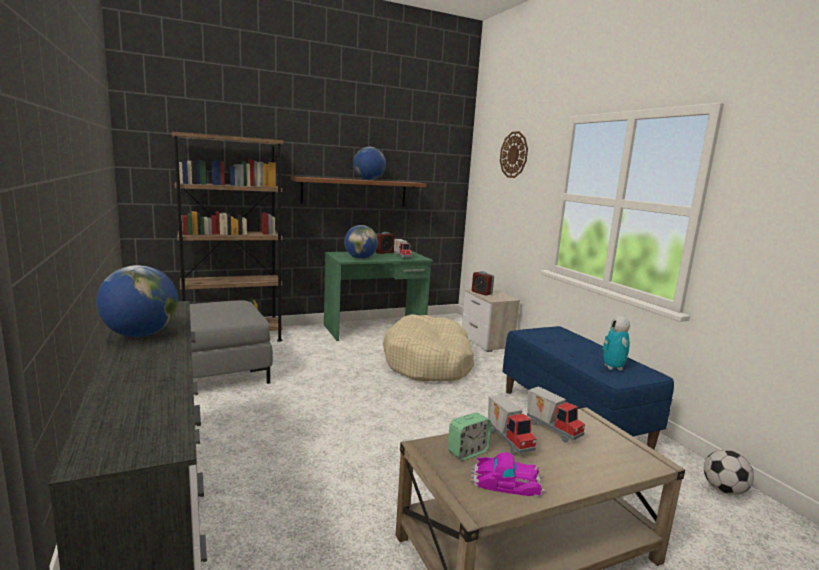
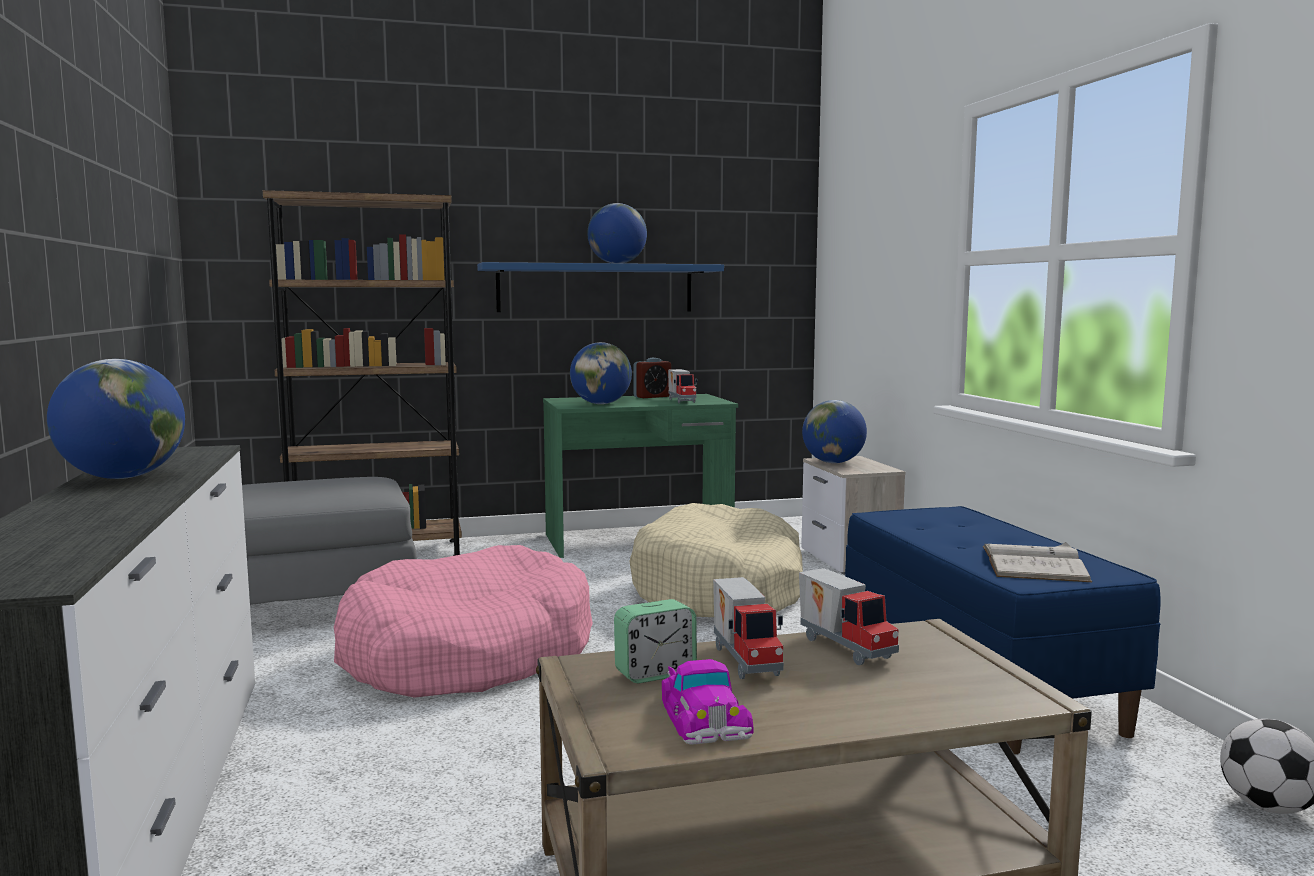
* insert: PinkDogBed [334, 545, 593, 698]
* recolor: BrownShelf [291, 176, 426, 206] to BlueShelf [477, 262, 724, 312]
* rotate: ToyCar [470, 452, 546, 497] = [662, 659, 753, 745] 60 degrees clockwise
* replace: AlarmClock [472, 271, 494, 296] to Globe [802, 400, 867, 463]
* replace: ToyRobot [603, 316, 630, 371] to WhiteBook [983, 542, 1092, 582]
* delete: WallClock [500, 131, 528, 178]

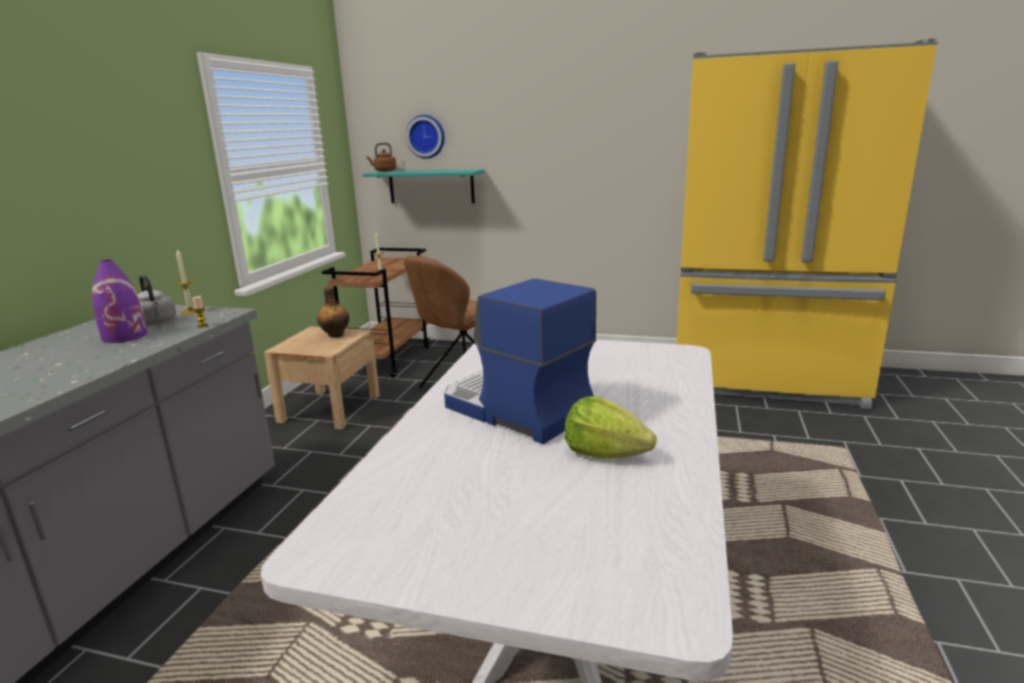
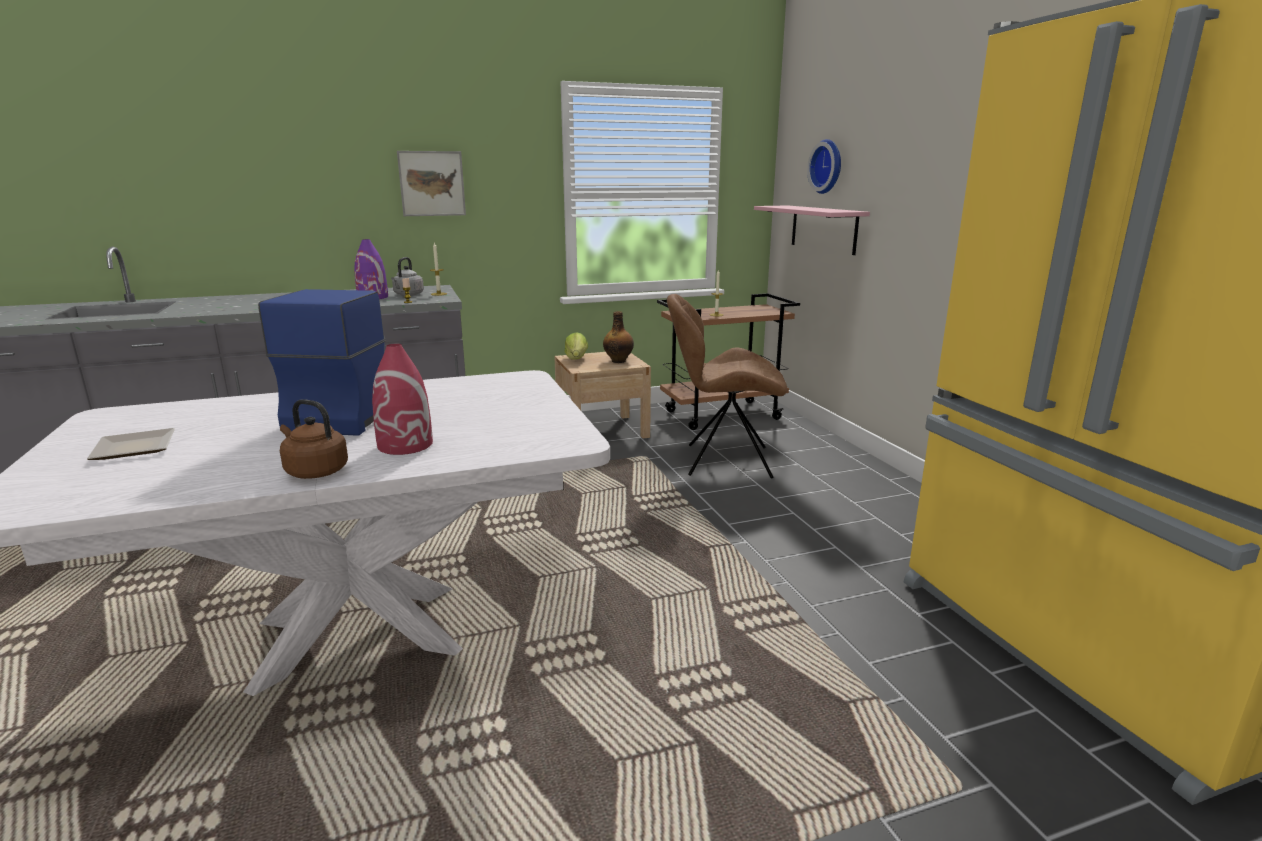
* insert: Plate [87, 428, 175, 460]
* move: BrownKettle [367, 143, 396, 172] to [280, 399, 348, 479]
* insert: RedVase [372, 344, 433, 455]
* insert: Picture [397, 151, 466, 216]
* move: Lettuce [564, 396, 657, 459] to [564, 332, 588, 360]
* recolor: TurquoiseShelf [362, 169, 485, 203] to PinkShelf [754, 205, 870, 255]

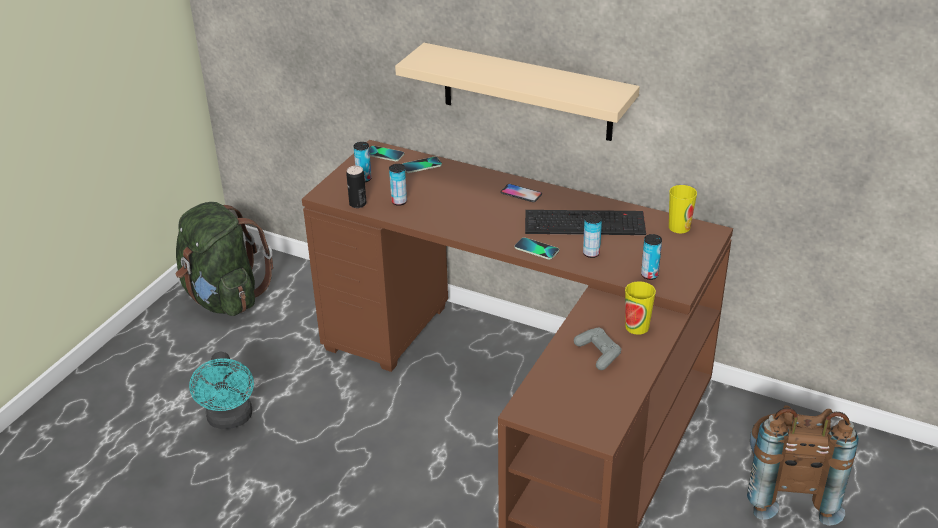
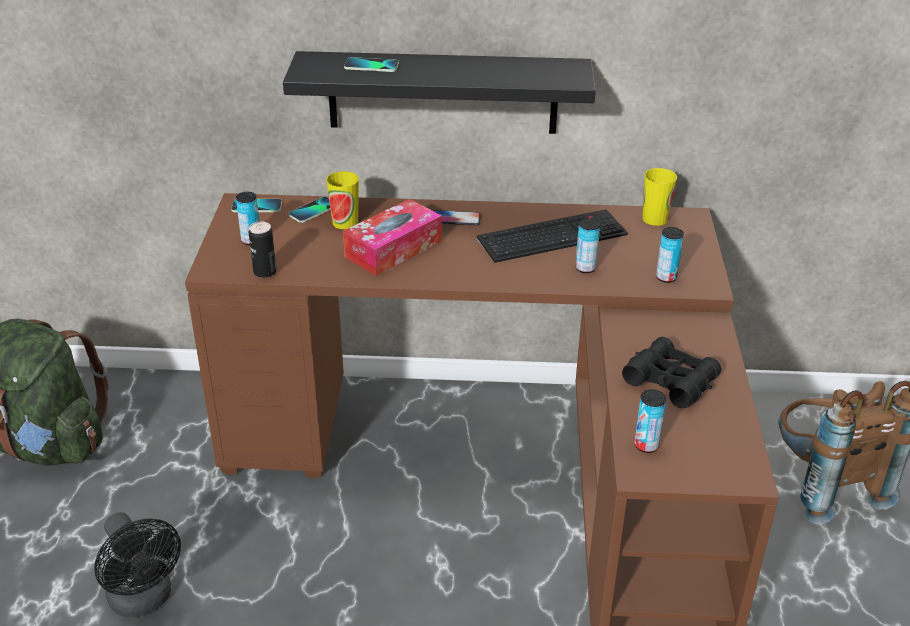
* recolor: TurquoiseFan [189, 352, 254, 429] to BlackFan [94, 512, 181, 617]
* recolor: BeigeShelf [395, 43, 640, 141] to BlackShelf [283, 51, 596, 134]
* move: Cup [625, 281, 656, 335] to [326, 171, 359, 229]
* insert: TissueBox [343, 199, 442, 276]
* move: Phone [514, 237, 559, 260] to [344, 57, 399, 72]
* replace: GreyGameController [574, 328, 621, 370] to BlackBinoculars [622, 337, 721, 408]
* move: Can [389, 164, 407, 206] to [634, 389, 667, 453]

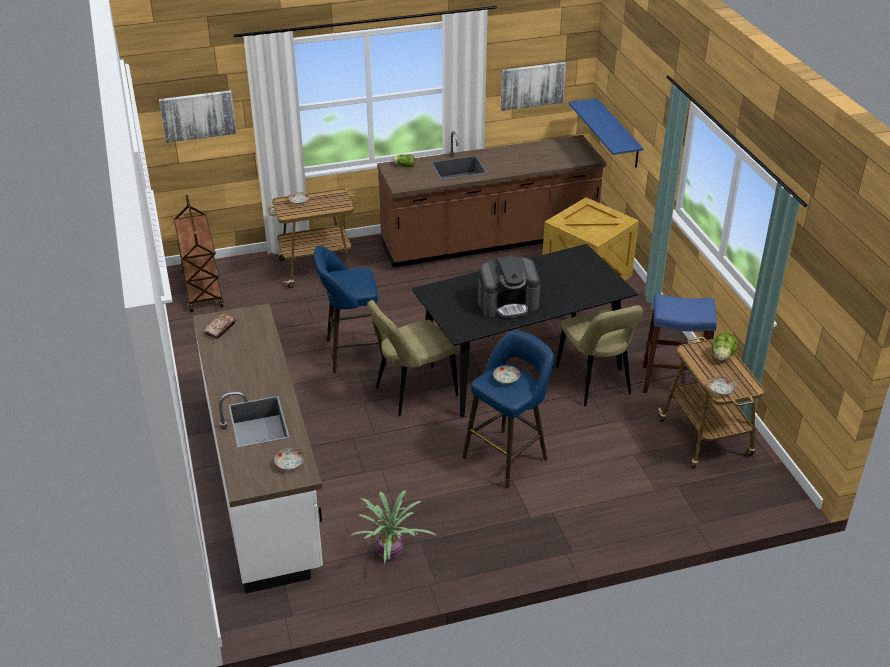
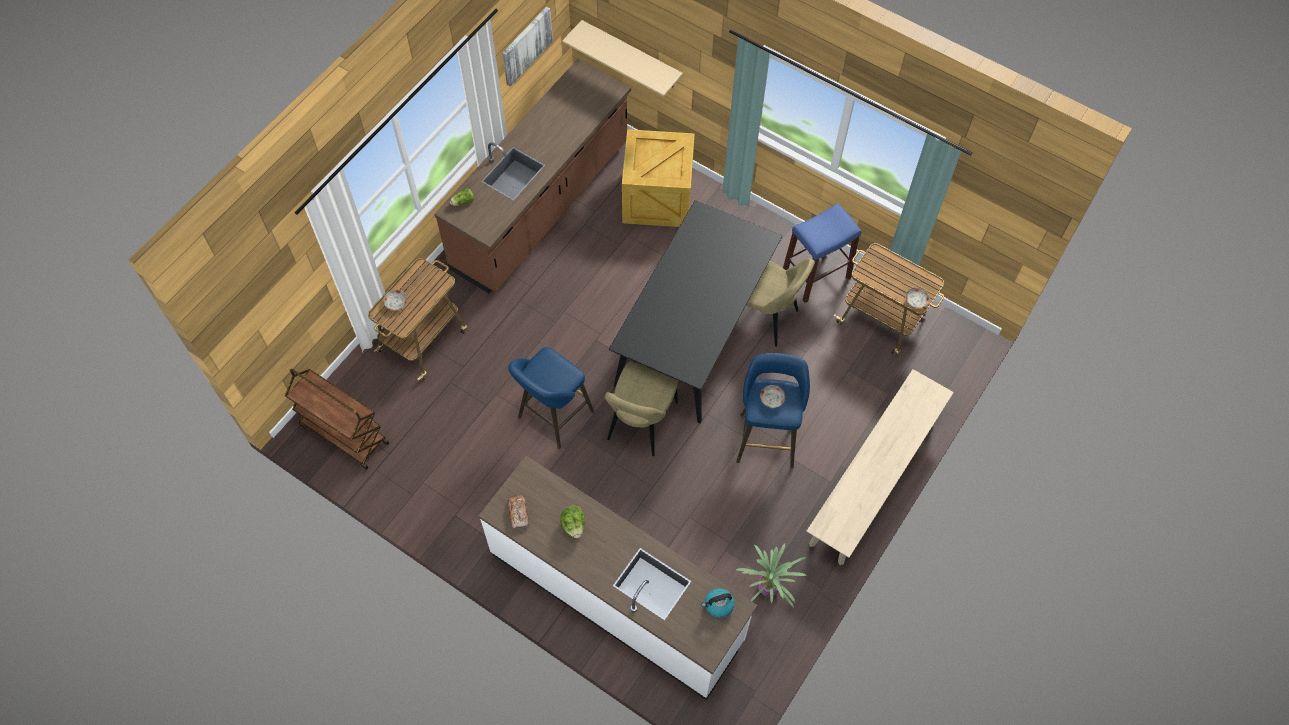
* move: Lettuce [712, 333, 737, 361] to [560, 506, 585, 538]
* recolor: BlueShelf [569, 98, 644, 168] to BeigeShelf [562, 20, 683, 96]
* replace: Plate [274, 448, 305, 470] to Kettle [701, 588, 735, 618]
* insert: BeigeBench [807, 369, 954, 565]
* delete: Picture [159, 90, 237, 143]
* delete: CoffeeMachine [478, 256, 540, 318]

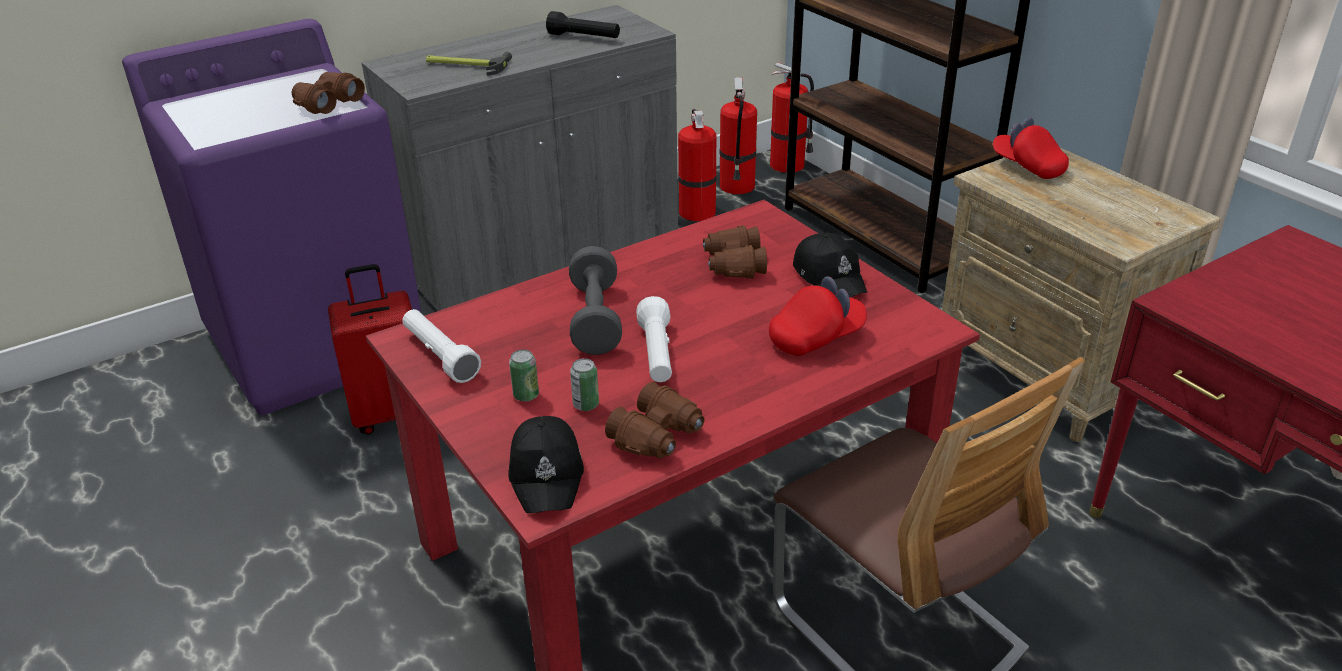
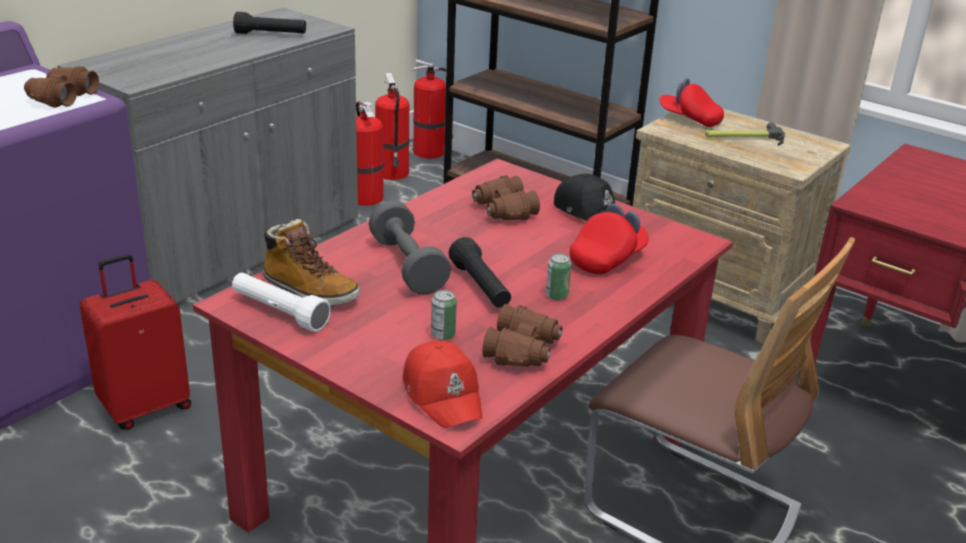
* insert: Boot [263, 219, 360, 306]
* recolor: BlackCap [508, 416, 584, 513] to RedCap [402, 341, 483, 428]
* recolor: WhiteFlashlight [636, 296, 672, 382] to BlackFlashlight [449, 237, 511, 308]
* move: Can [509, 349, 539, 402] to [546, 253, 571, 300]
* move: Hammer [426, 52, 512, 76] to [705, 122, 785, 146]

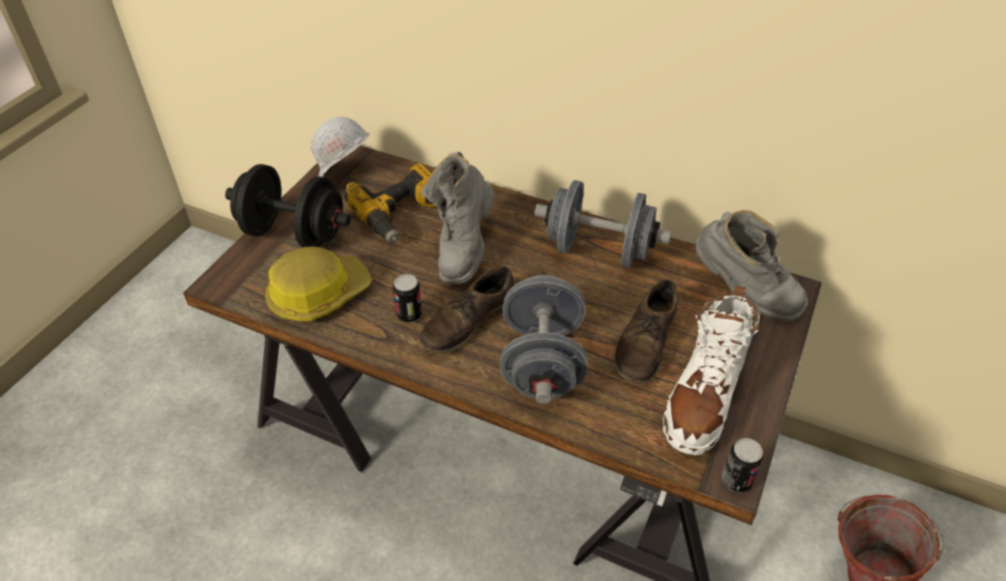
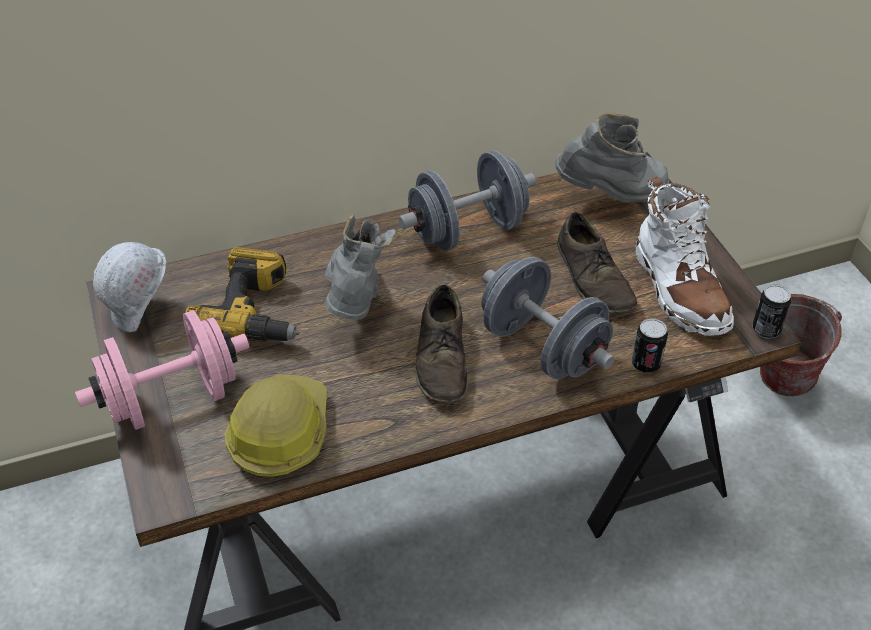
* recolor: BlackDumbbell [225, 164, 351, 247] to PinkDumbbell [75, 310, 249, 430]
* rotate: GreyBoot [421, 152, 494, 284] = [325, 215, 396, 320] 150 degrees counterclockwise
* move: Can [393, 274, 422, 323] to [632, 318, 668, 373]

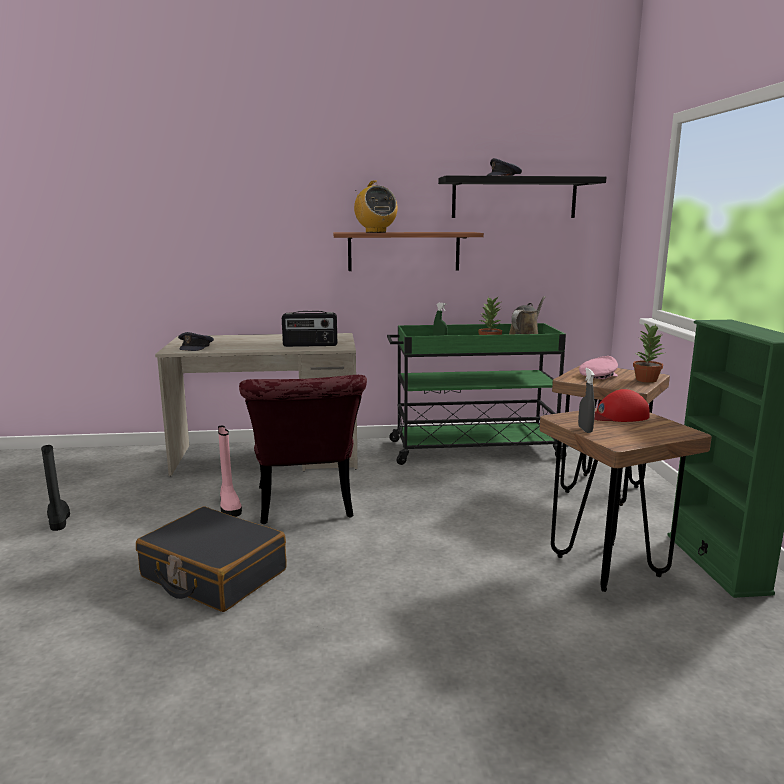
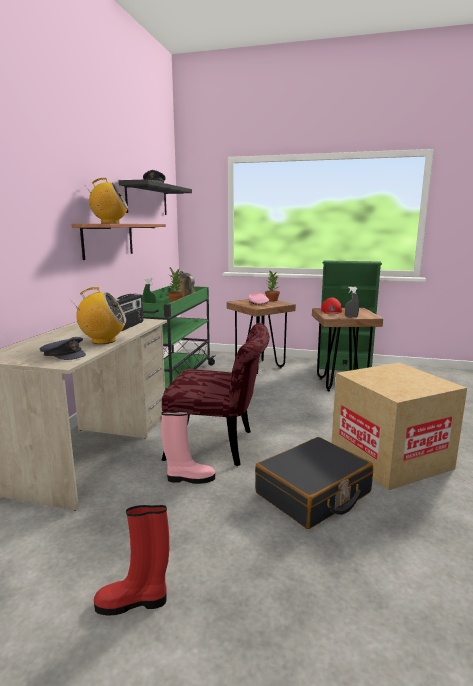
* insert: Radio [73, 287, 126, 344]
* recolor: BlackBoot [41, 445, 70, 531] to RedBoot [94, 505, 169, 616]
* insert: CardboardBox [332, 362, 467, 490]

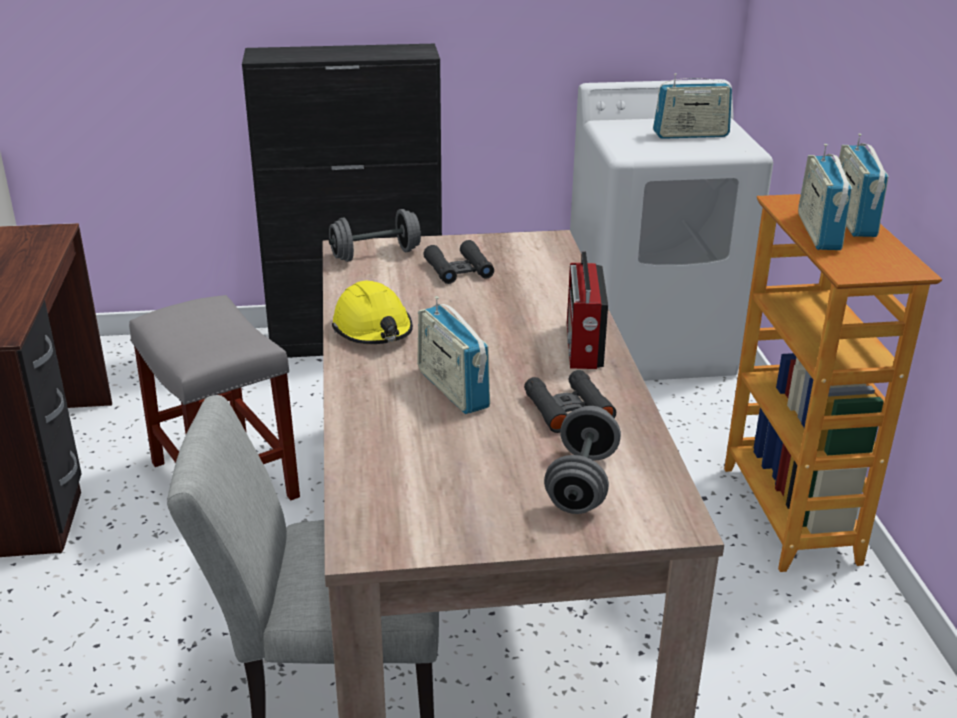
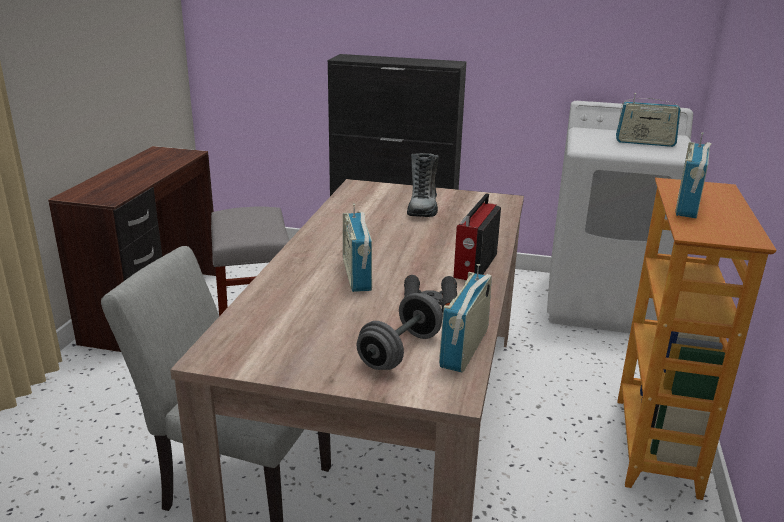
* replace: BlackBinoculars [423, 240, 494, 284] to Boot [407, 153, 439, 217]
* move: Radio [839, 133, 888, 237] to [439, 264, 492, 373]
* delete: GreyDumbbell [329, 209, 421, 262]
* delete: YellowHardHat [332, 280, 413, 344]

